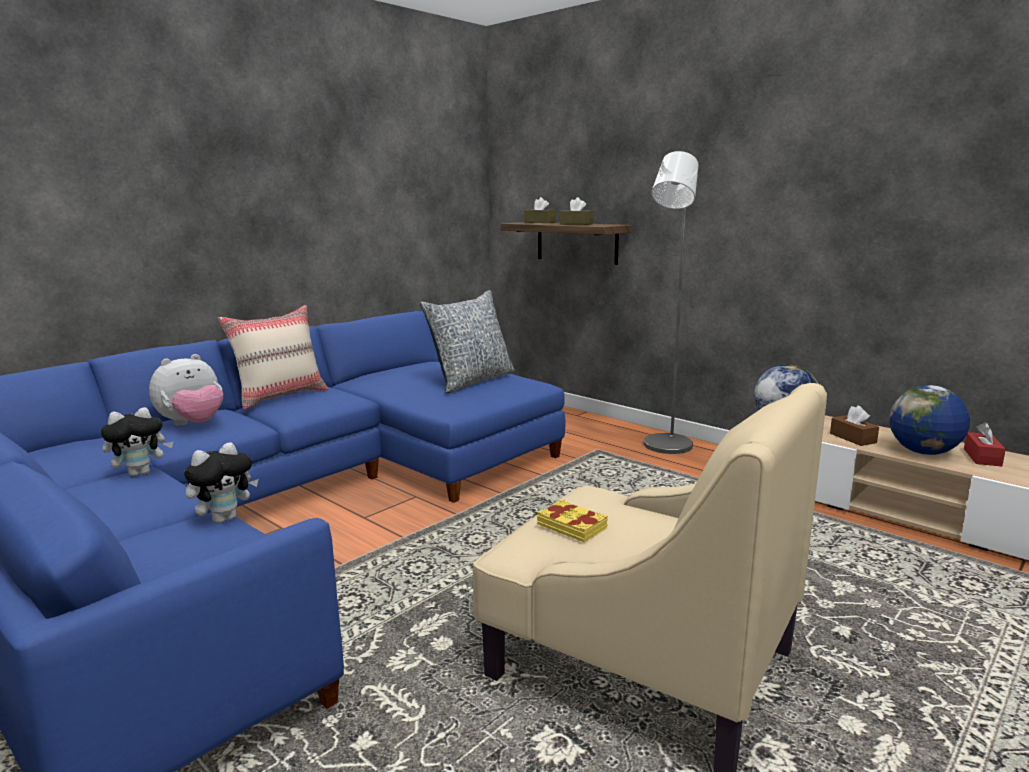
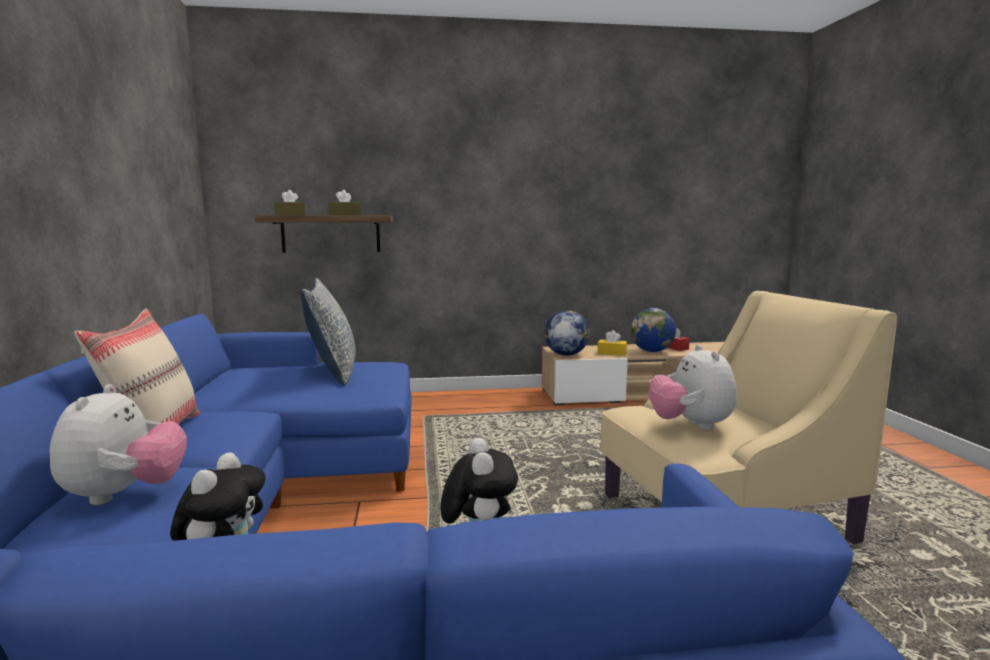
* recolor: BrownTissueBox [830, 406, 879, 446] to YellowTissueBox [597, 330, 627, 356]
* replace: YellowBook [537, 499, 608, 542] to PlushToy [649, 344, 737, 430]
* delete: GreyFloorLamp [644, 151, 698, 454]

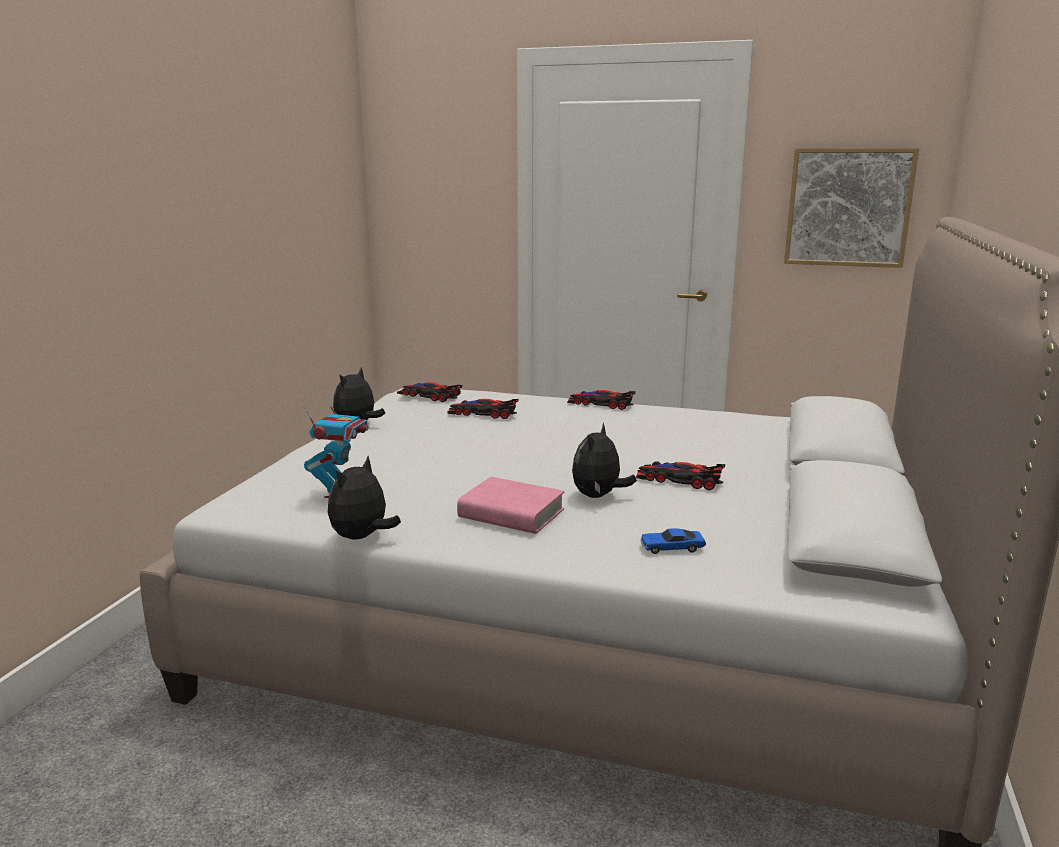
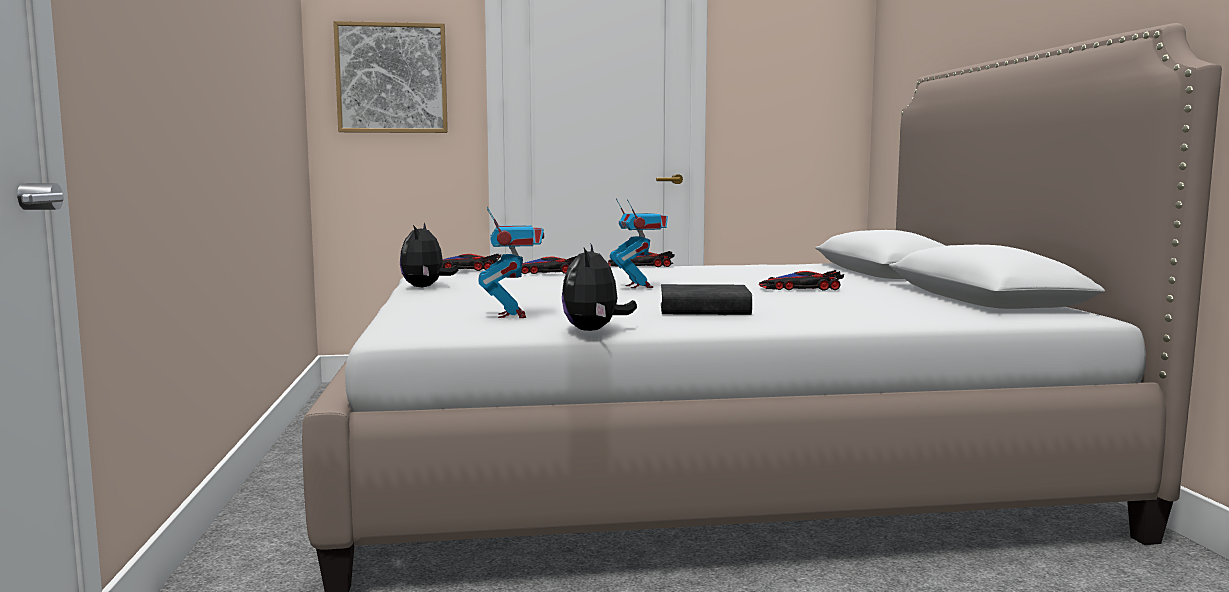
* move: Picture [784, 148, 919, 268] to [333, 21, 448, 133]
* insert: ToyRobot [610, 198, 668, 288]
* recolor: PinkBook [457, 477, 564, 534] to BlackBook [661, 284, 752, 315]
* delete: PlushToy [572, 423, 637, 498]
* delete: ToyCar [641, 528, 706, 554]

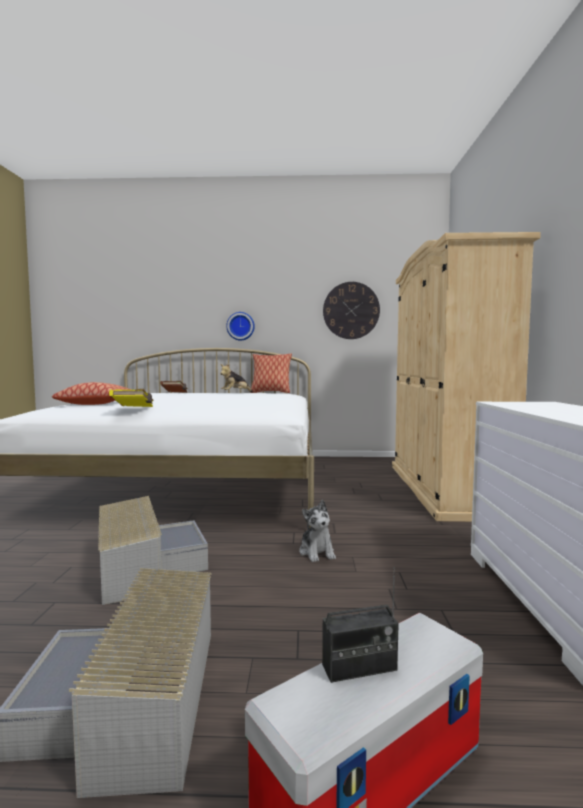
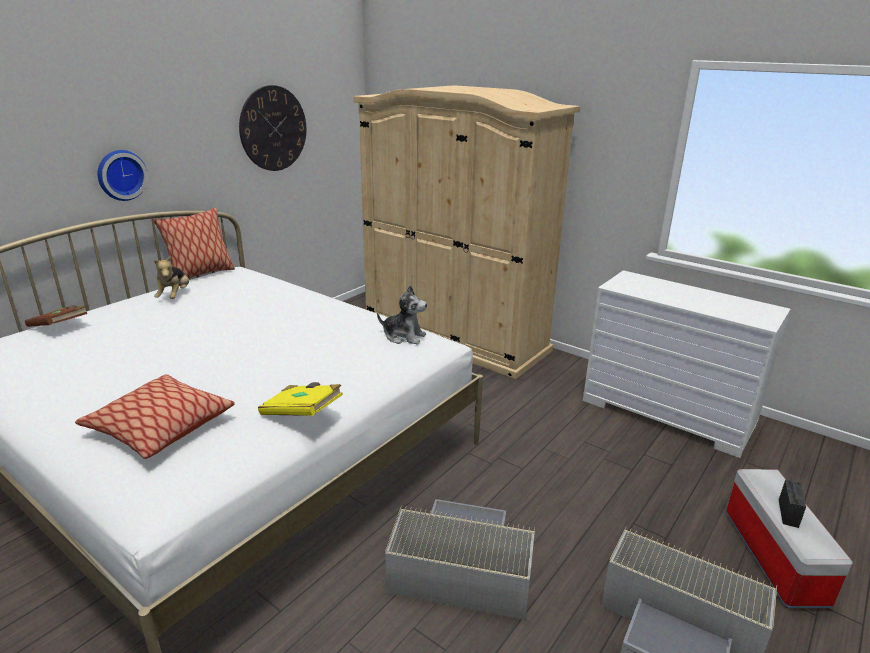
* move: PlushToy [299, 500, 336, 562] to [377, 285, 427, 344]

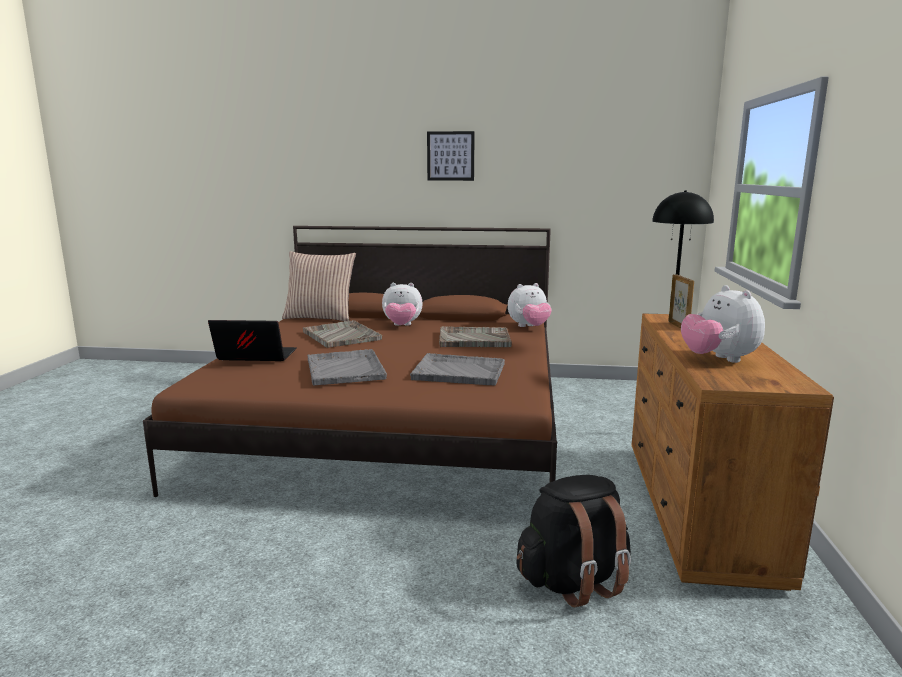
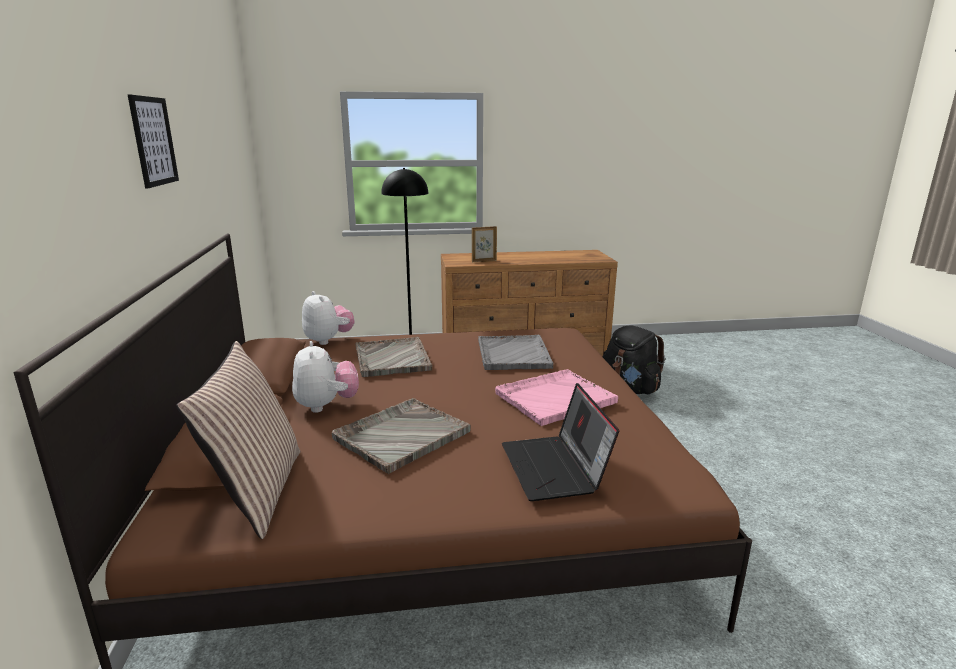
* recolor: GreyTray [307, 349, 387, 385] to PinkTray [495, 369, 618, 426]
* delete: PlushToy [681, 285, 765, 363]

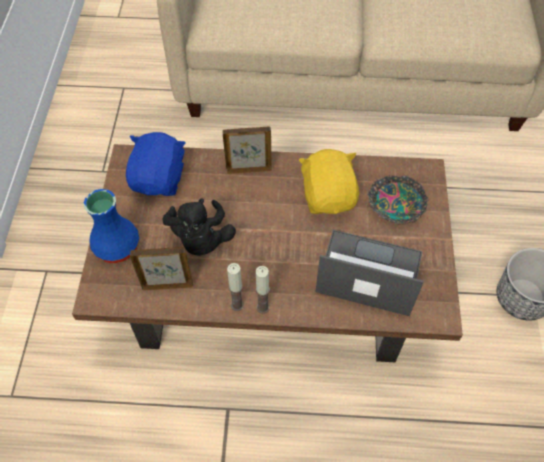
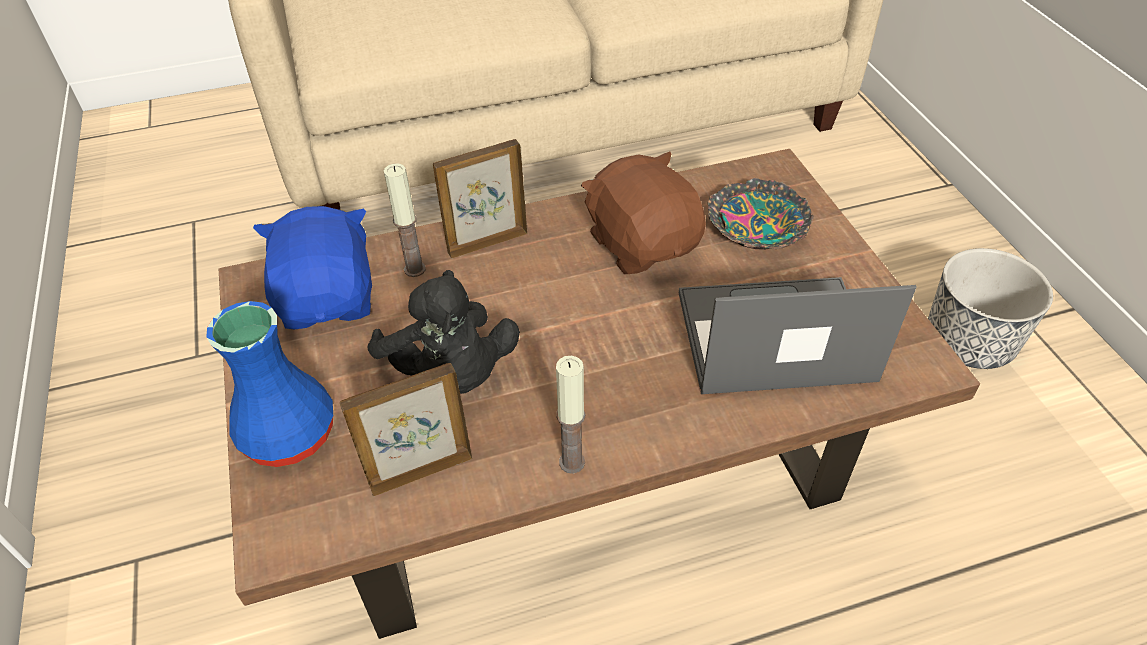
* move: Candle [256, 266, 270, 314] to [384, 164, 426, 277]
* recolor: YellowPlushToy [299, 149, 359, 214] to BrownPlushToy [581, 152, 706, 274]

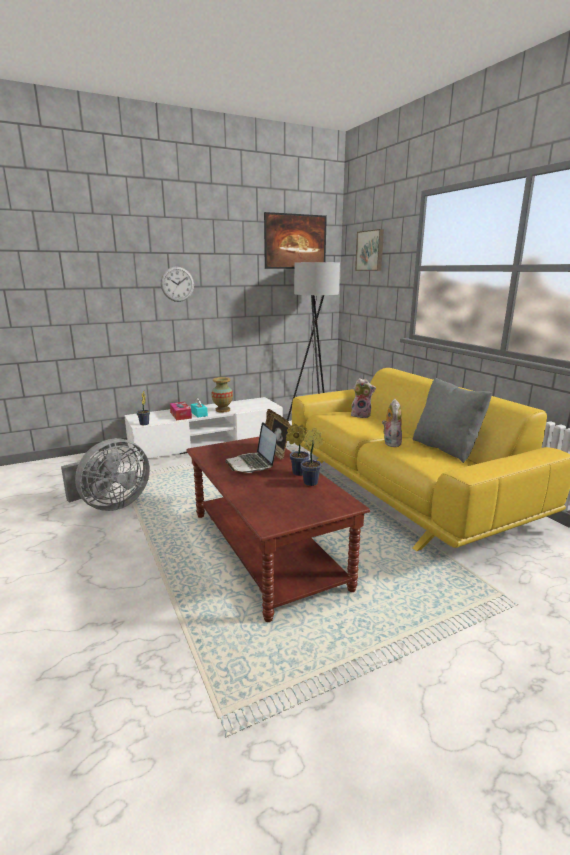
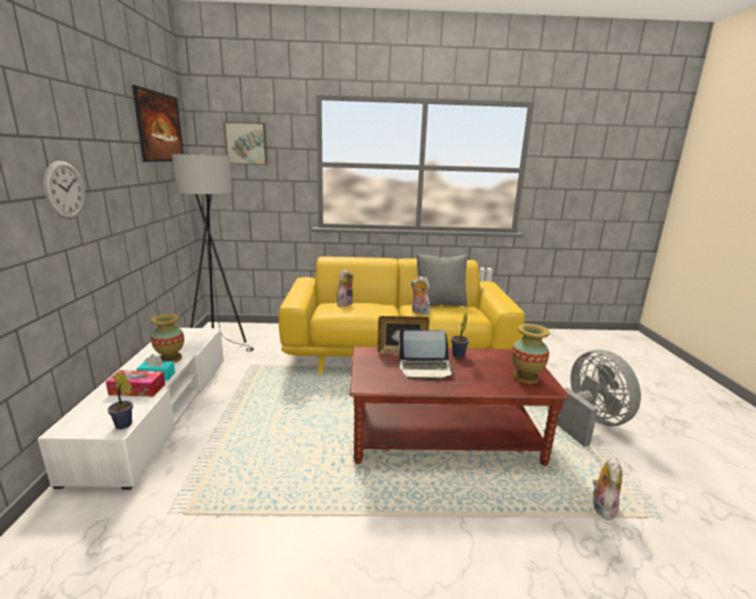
* insert: Vase [511, 324, 550, 384]
* move: GreyFan [61, 438, 150, 511] to [557, 350, 641, 447]
* insert: PlushToy [593, 457, 622, 520]
* delete: PottedPlant [301, 428, 323, 486]

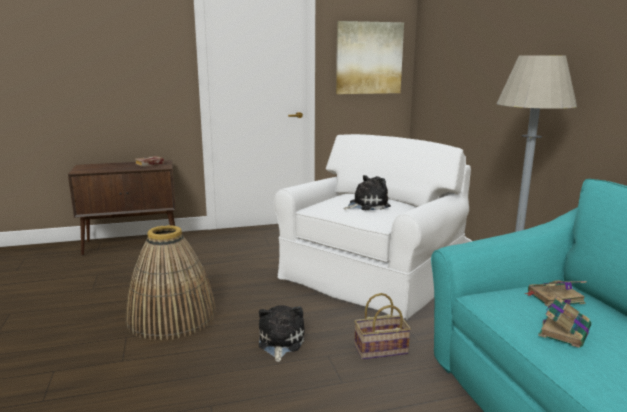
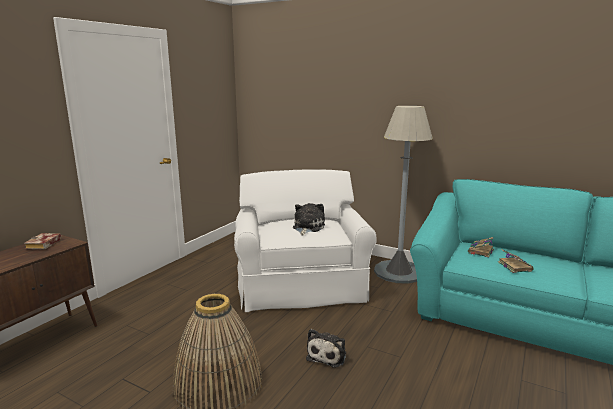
* rotate: PlushToy [259, 305, 305, 362] = [306, 329, 346, 368] 120 degrees counterclockwise
* delete: Picture [336, 21, 404, 94]
* delete: Basket [354, 293, 411, 360]

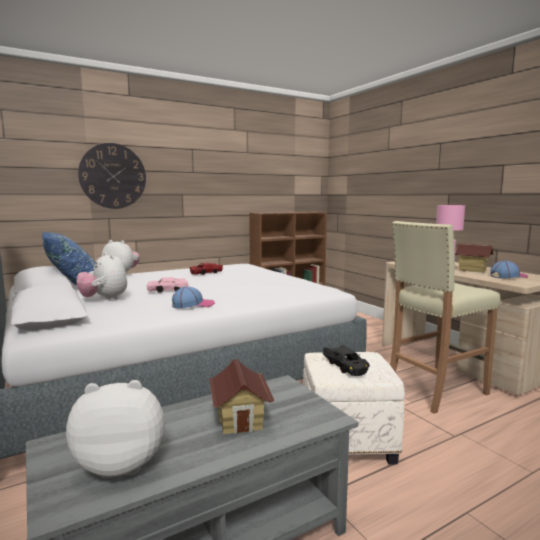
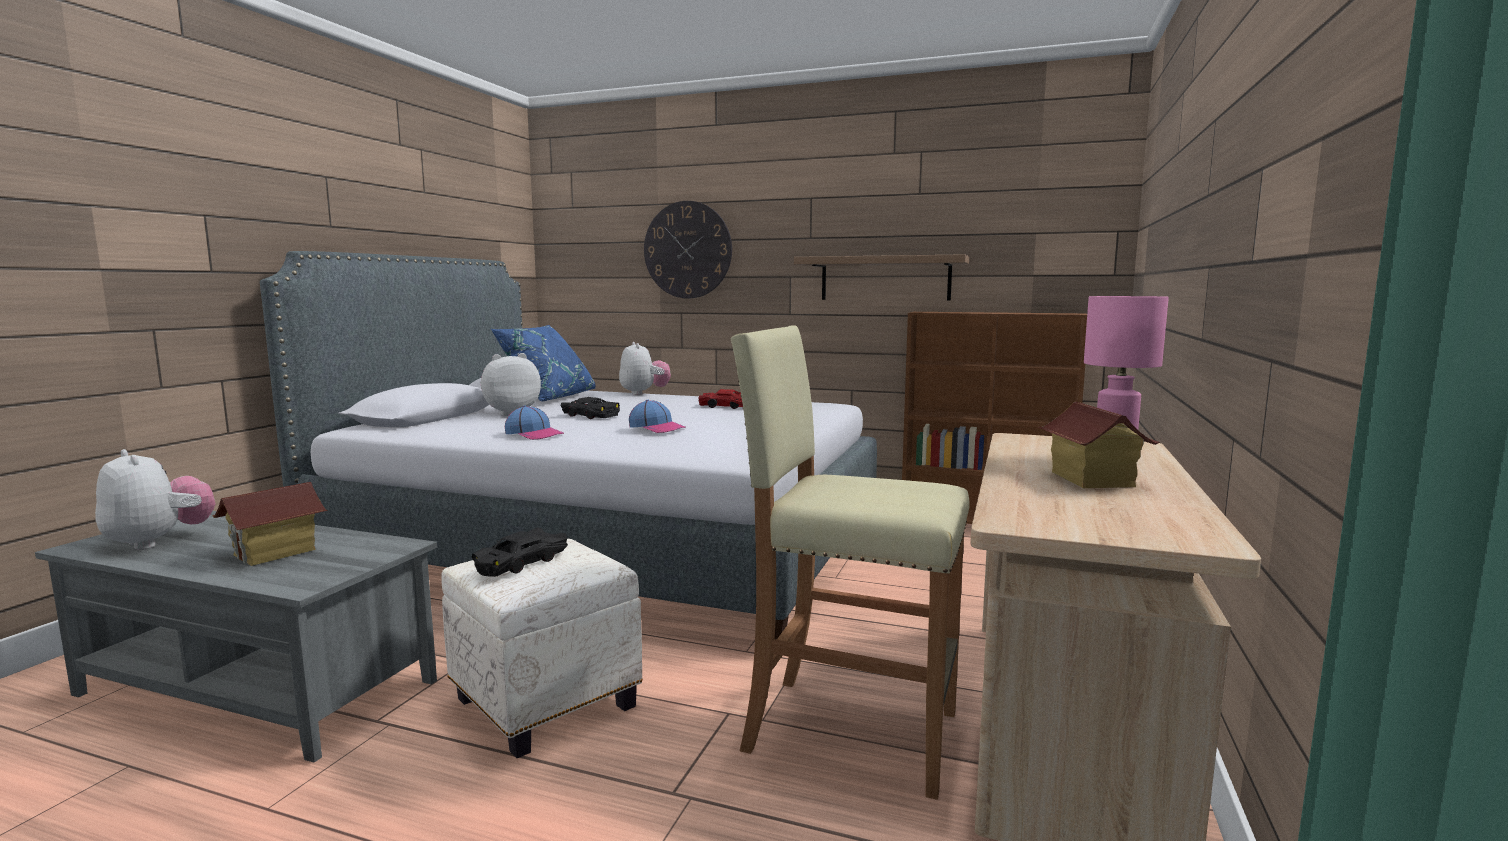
* rotate: PlushToy [77, 252, 127, 301] = [480, 353, 541, 416] 45 degrees clockwise
* recolor: PinkToyCar [147, 277, 189, 293] to BlackToyCar [561, 397, 620, 419]
* move: Cap [490, 260, 528, 278] to [629, 400, 686, 433]
* insert: Shelf [794, 254, 969, 301]

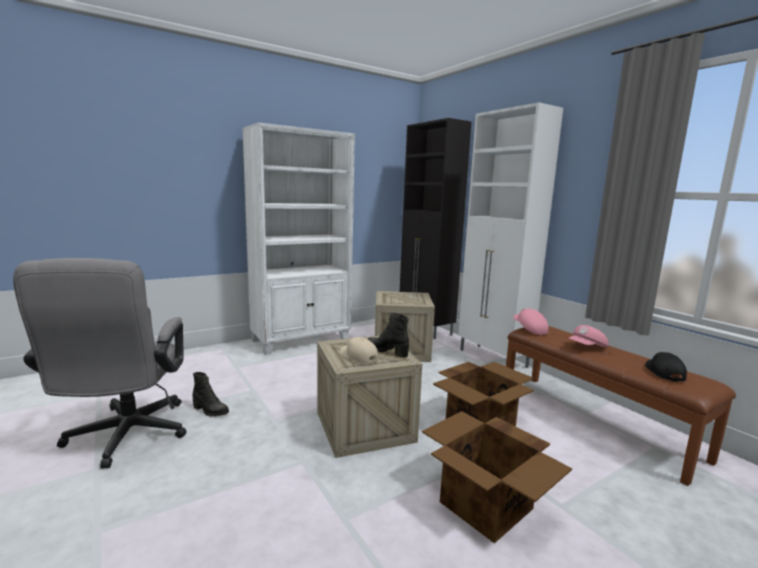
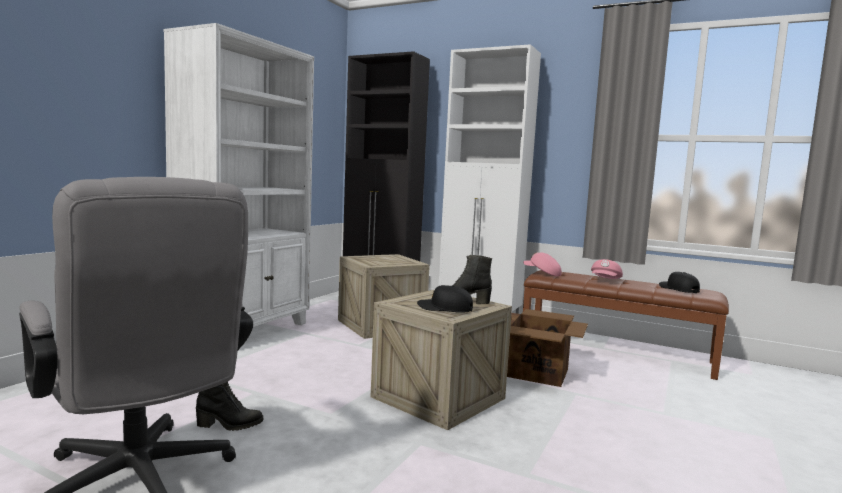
* recolor: BeigeCap [340, 337, 378, 364] to BlackCap [417, 285, 473, 313]
* delete: CardboardBox [422, 411, 572, 544]

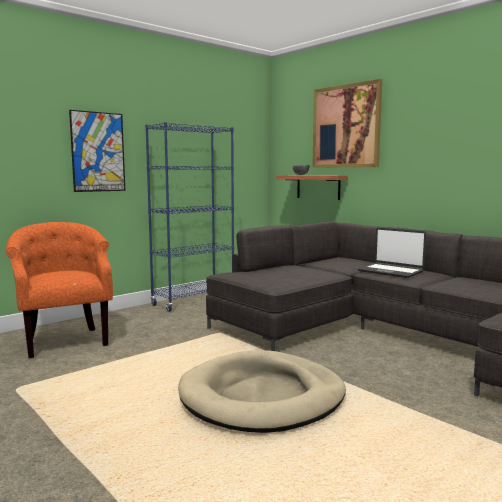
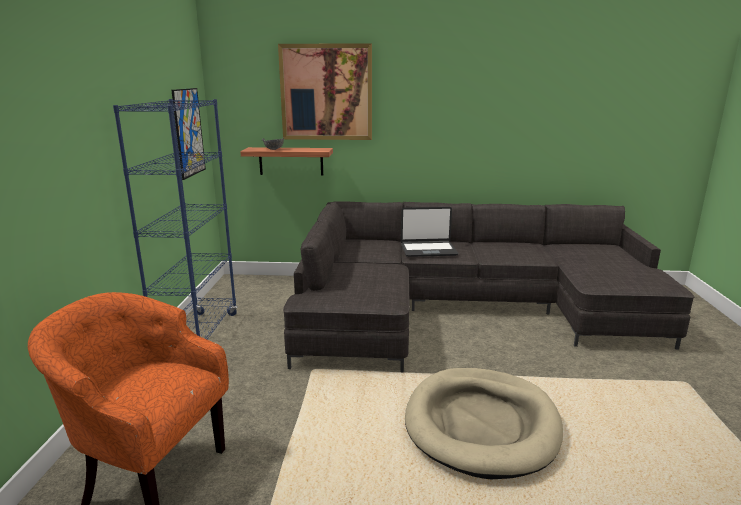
* move: Picture [69, 110, 125, 192] to [171, 88, 206, 180]

